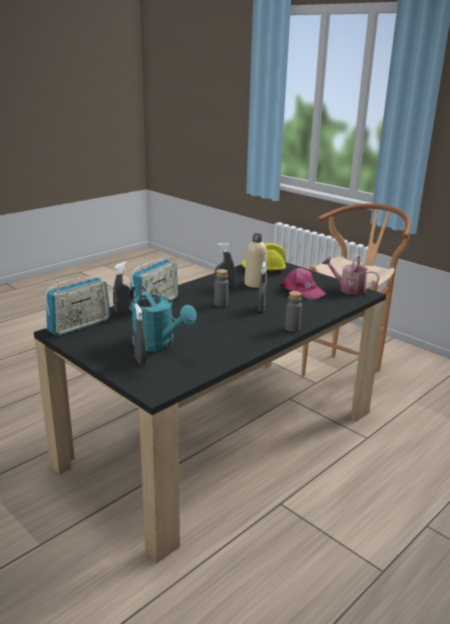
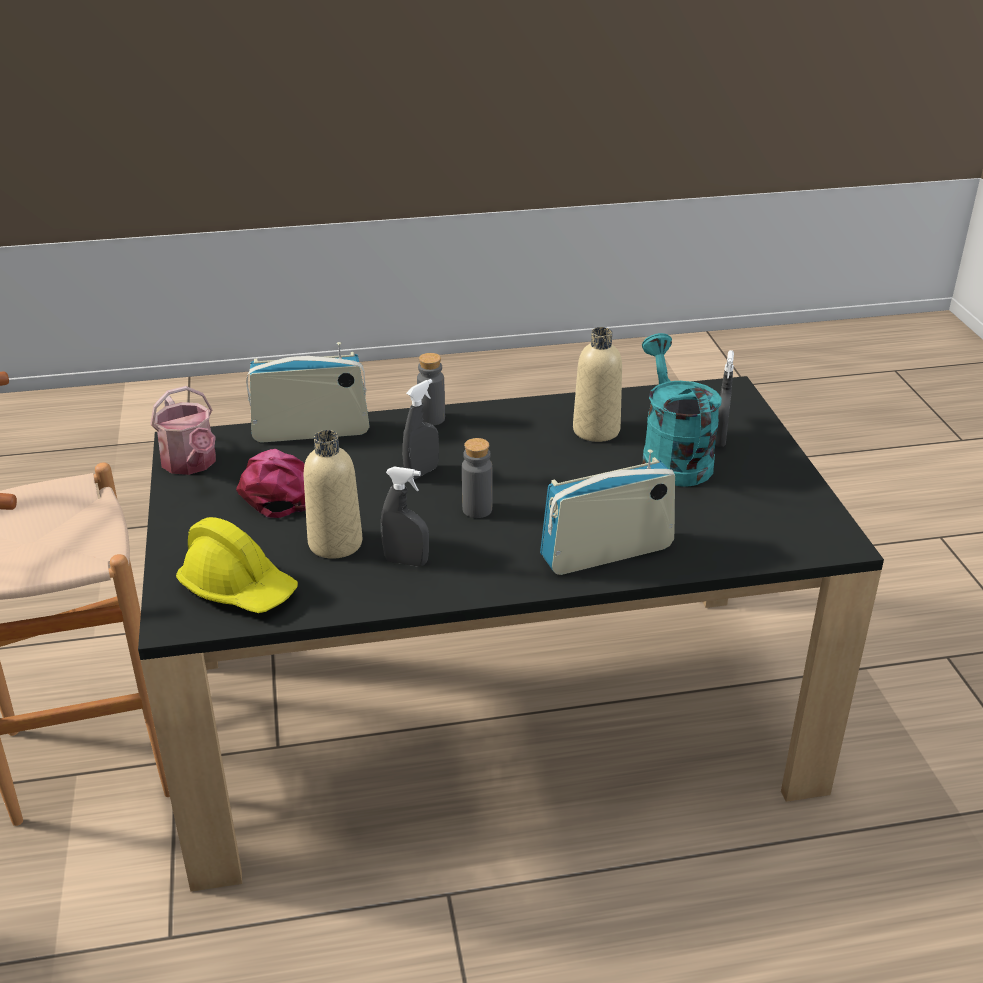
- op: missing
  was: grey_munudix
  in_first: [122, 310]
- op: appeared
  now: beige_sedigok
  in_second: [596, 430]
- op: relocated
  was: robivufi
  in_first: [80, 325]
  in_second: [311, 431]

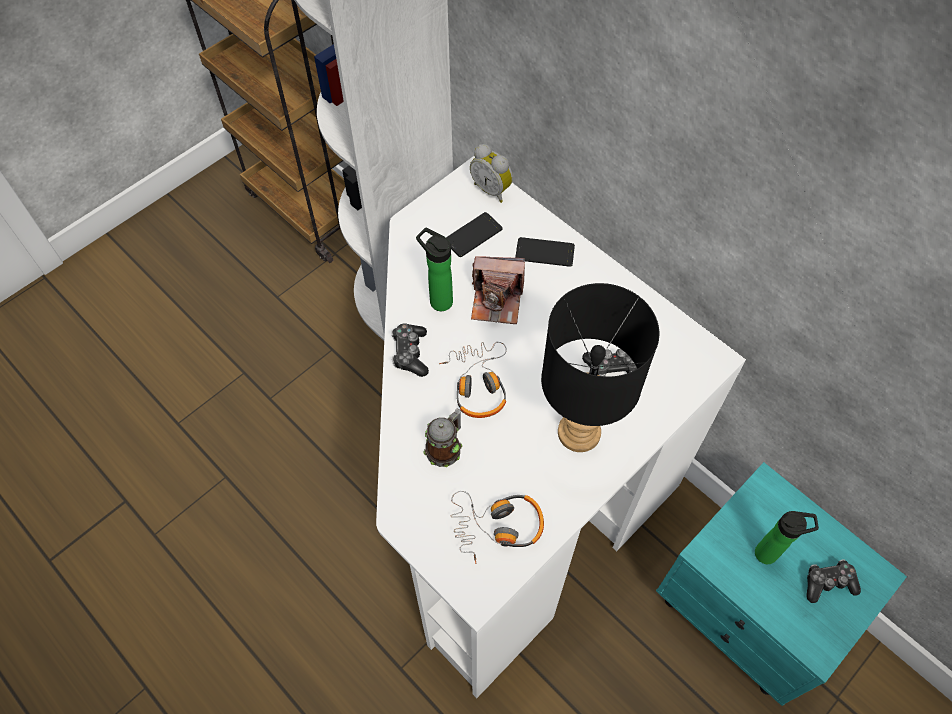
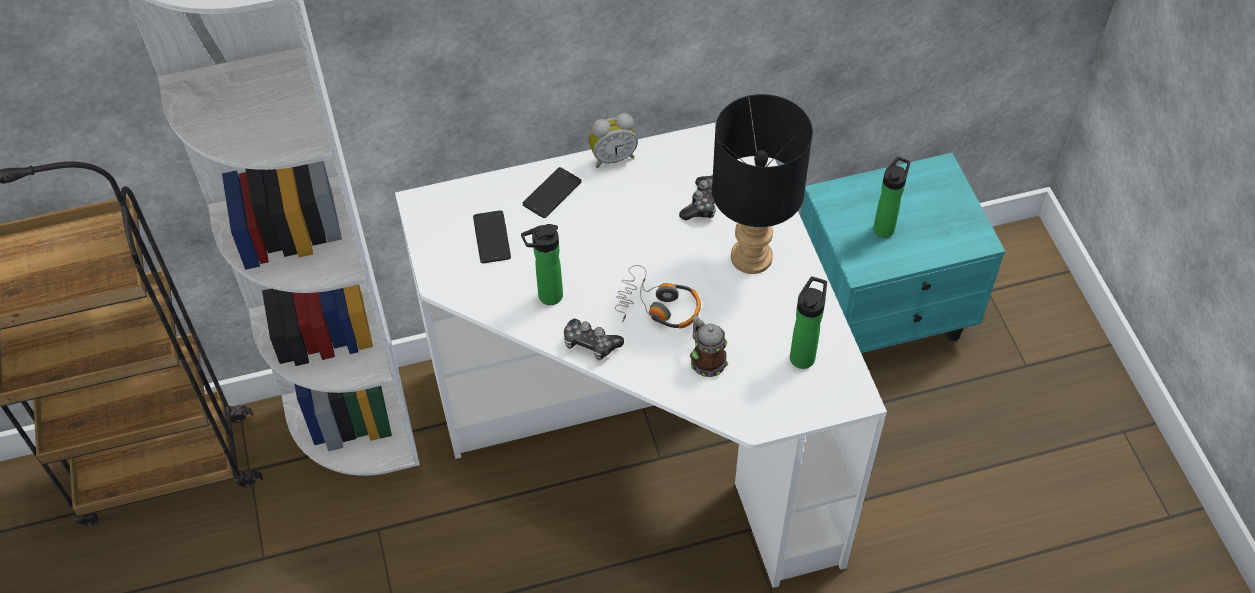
- op: missing
  was: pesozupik
  in_first: [497, 300]
- op: missing
  was: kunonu
  in_first: [828, 583]
- op: relocated
  was: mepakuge
  in_first: [492, 189]
  in_second: [612, 157]
- op: exchanged
  was: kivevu
  now: sedigok
  in_first: [497, 526]
  in_second: [803, 355]

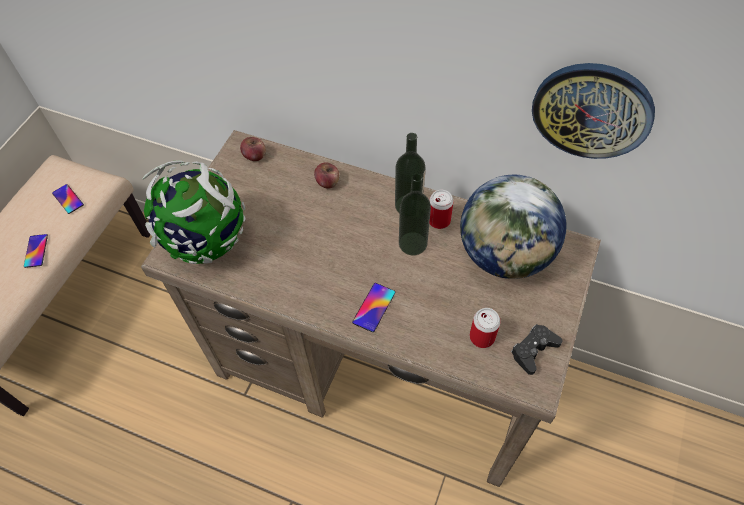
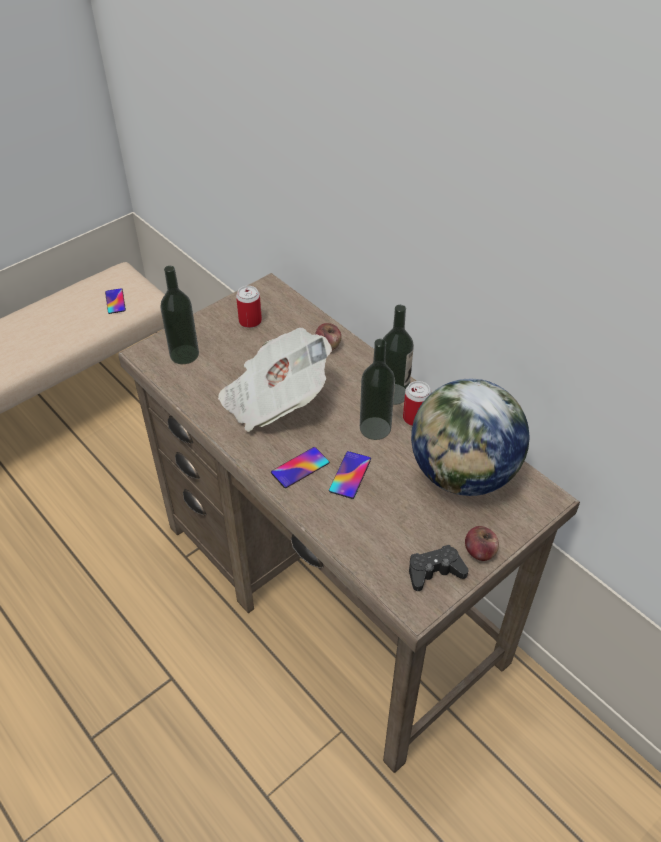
- op: missing
  was: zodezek
  in_first: [592, 110]
- op: appeared
  now: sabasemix
  in_second: [274, 399]
- op: relocated
  was: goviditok
  in_first: [36, 251]
  in_second: [350, 475]
- op: relocated
  was: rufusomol
  in_first: [255, 156]
  in_second: [480, 551]
- op: relocated
  was: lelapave
  in_first: [482, 337]
  in_second: [250, 321]
- op: exchanged
  was: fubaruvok
  now: sedigok
  in_first: [205, 242]
  in_second: [184, 354]

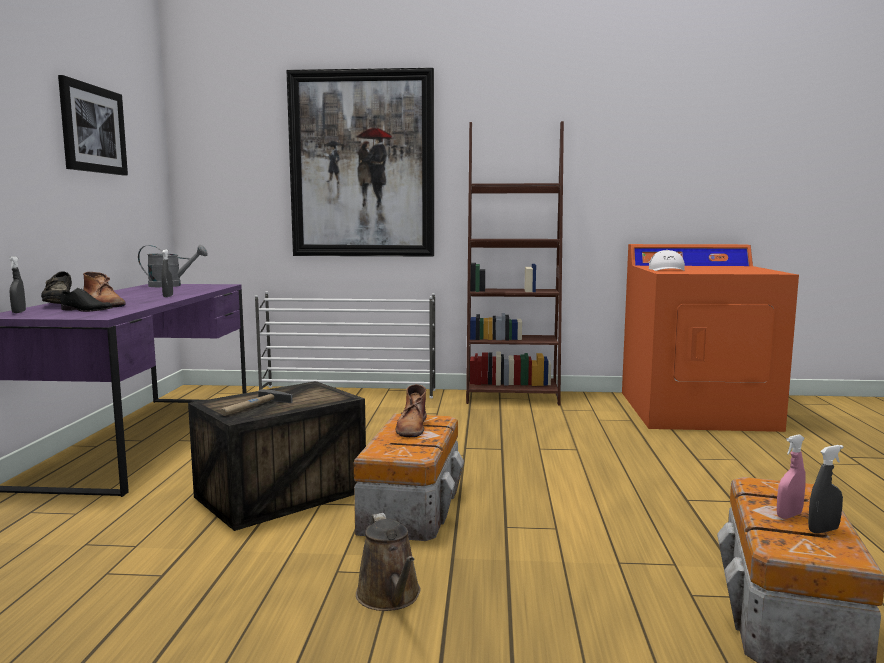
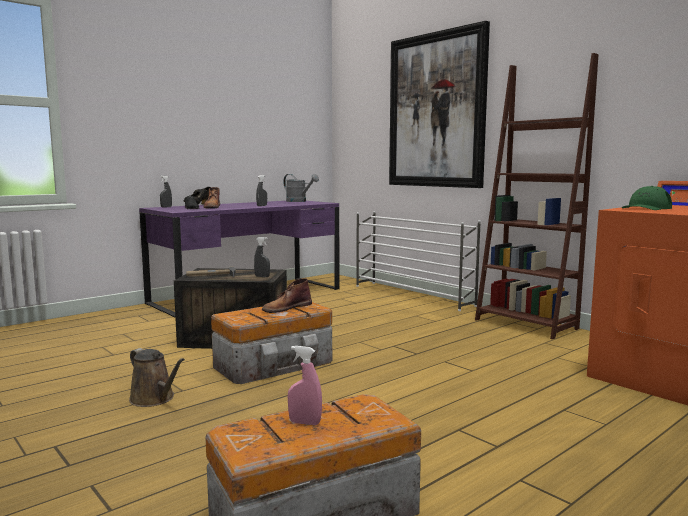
- op: missing
  was: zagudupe
  in_first: [93, 129]
- op: relocated
  was: grey_munudix
  in_first: [823, 530]
  in_second: [262, 276]
- op: colour
  was: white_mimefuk
  now: green_mimefuk
  in_first: [667, 270]
  in_second: [646, 208]
- op: spun
  was: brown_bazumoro
  in_first: [390, 597]
  in_second: [154, 399]
  clockwise: -75

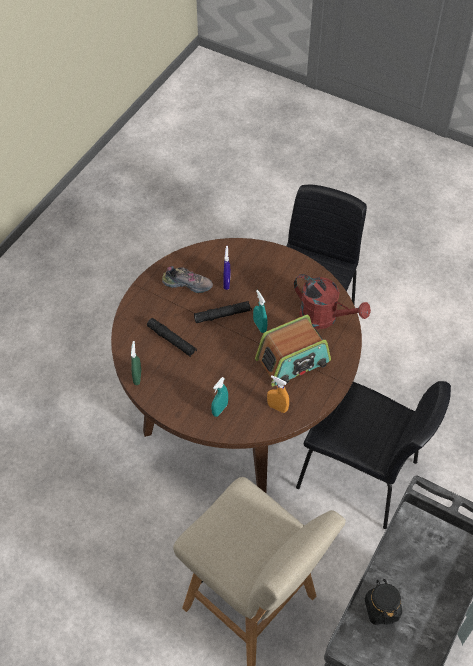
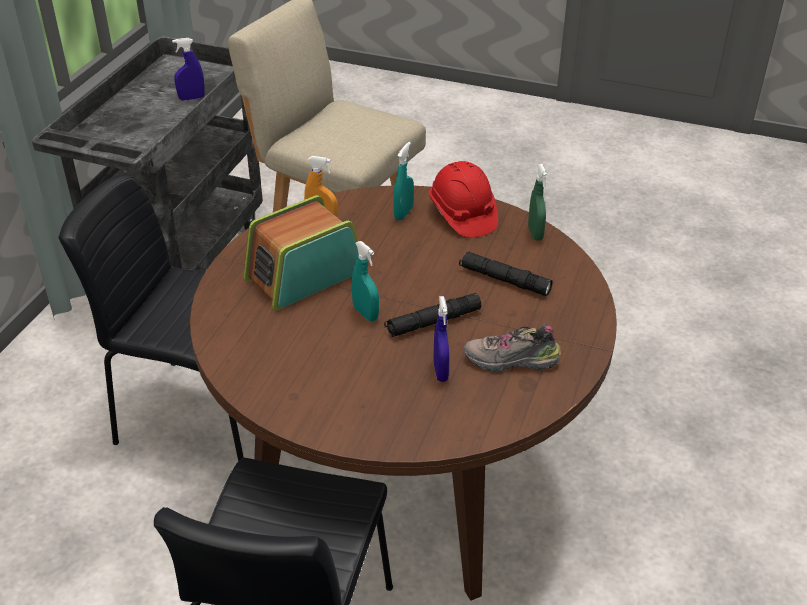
- op: missing
  was: red_bazumoro
  in_first: [325, 318]
- op: appeared
  now: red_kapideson
  in_second: [462, 215]
- op: exchanged
  was: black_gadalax
  now: blue_munudix
  in_first: [381, 608]
  in_second: [191, 98]

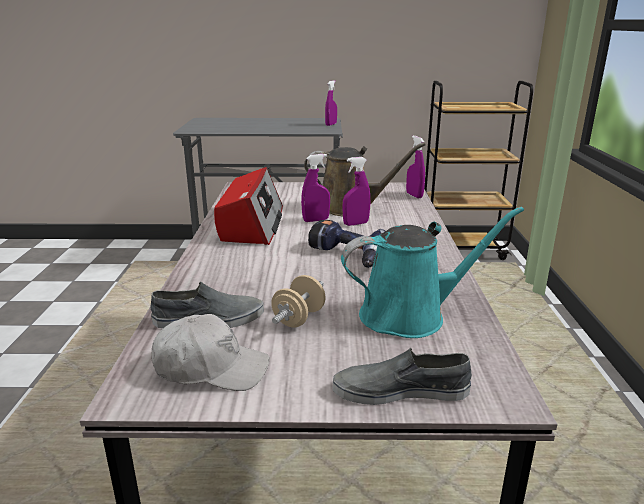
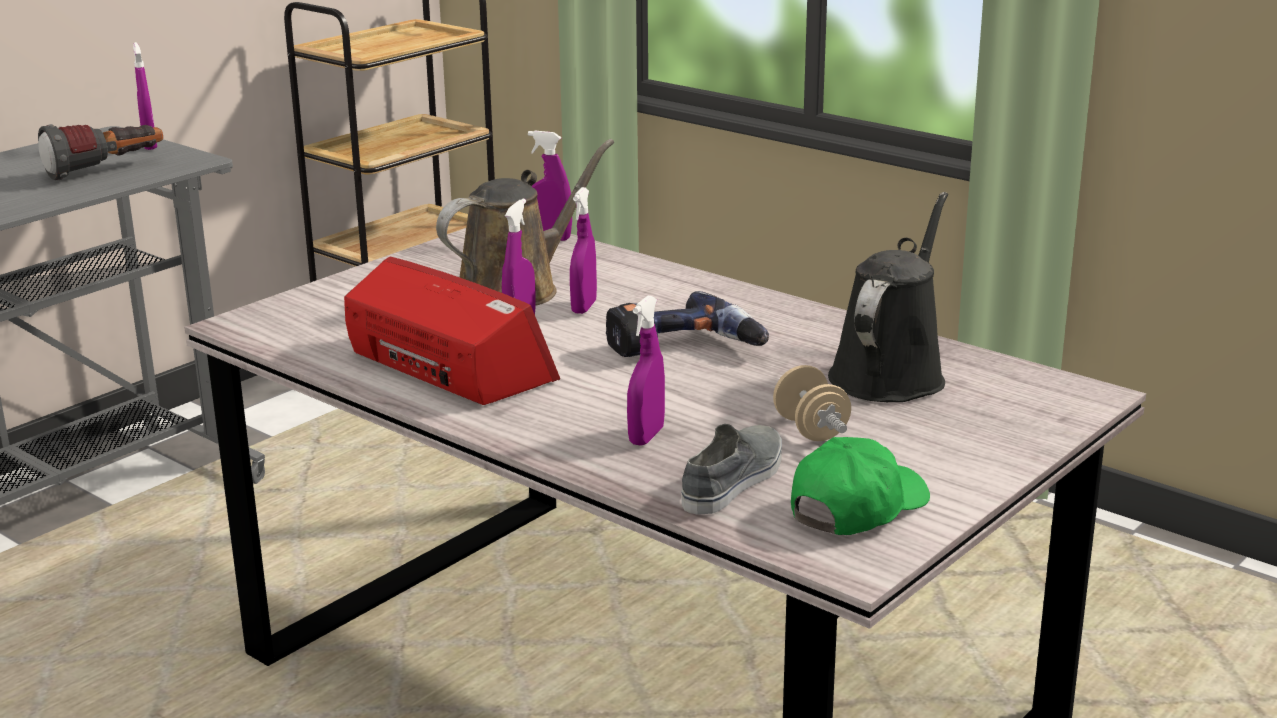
- op: missing
  was: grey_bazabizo
  in_first: [400, 390]
- op: appeared
  now: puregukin
  in_second: [106, 170]
- op: appeared
  now: purple_munudix
  in_second: [646, 436]
- op: colour
  was: white_mimefuk
  now: green_mimefuk
  in_first: [211, 368]
  in_second: [857, 507]
- op: colour
  was: turquoise_bazumoro
  now: black_bazumoro
  in_first: [410, 315]
  in_second: [890, 374]

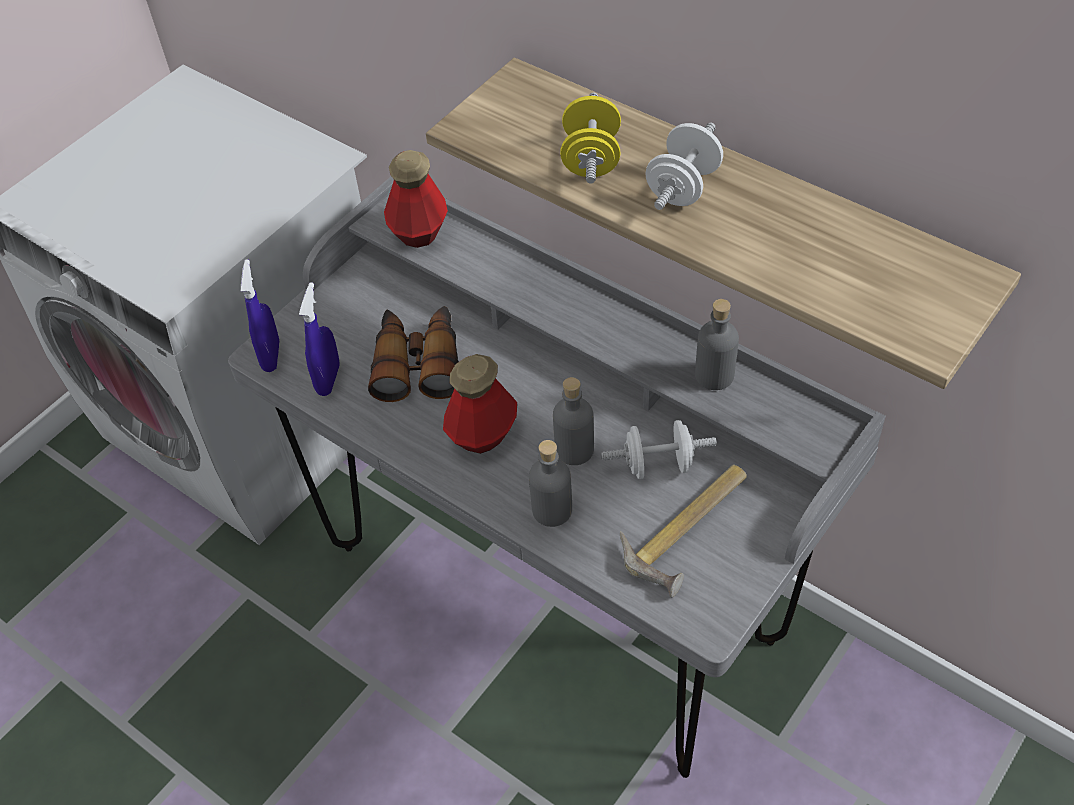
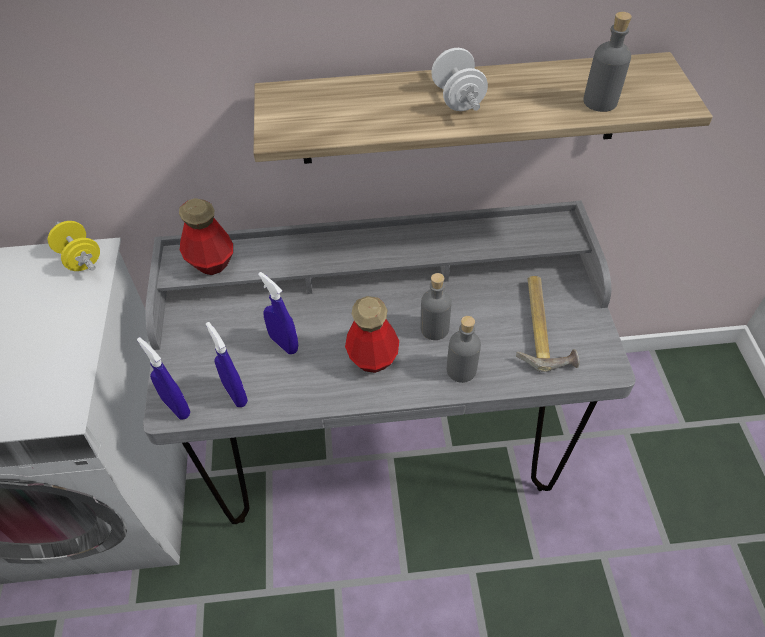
- op: missing
  was: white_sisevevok
  in_first: [658, 465]
- op: relocated
  was: yellow_sisevevok
  in_first: [591, 159]
  in_second: [80, 259]
- op: relocated
  was: grey_sedigok
  in_first: [714, 375]
  in_second: [600, 102]
- op: exchanged
  was: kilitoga
  now: blue_munudix
  in_first: [418, 362]
  in_second: [284, 343]

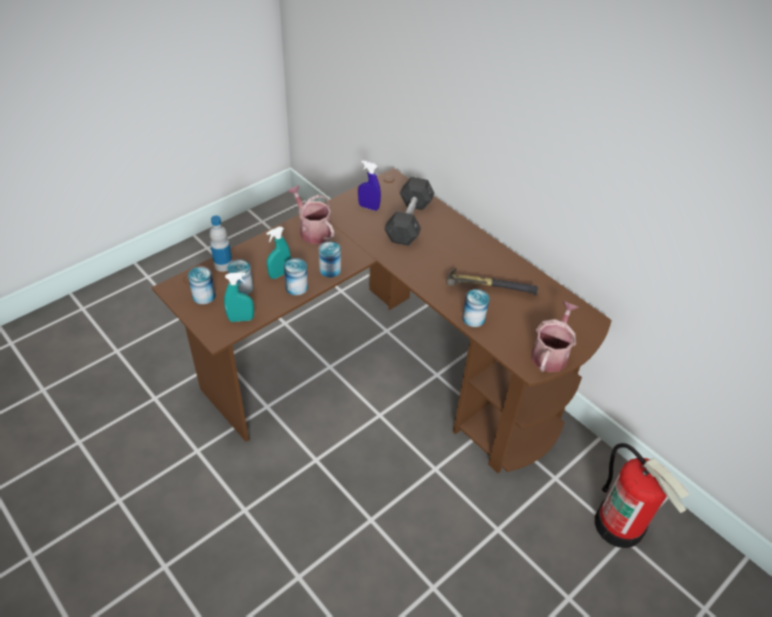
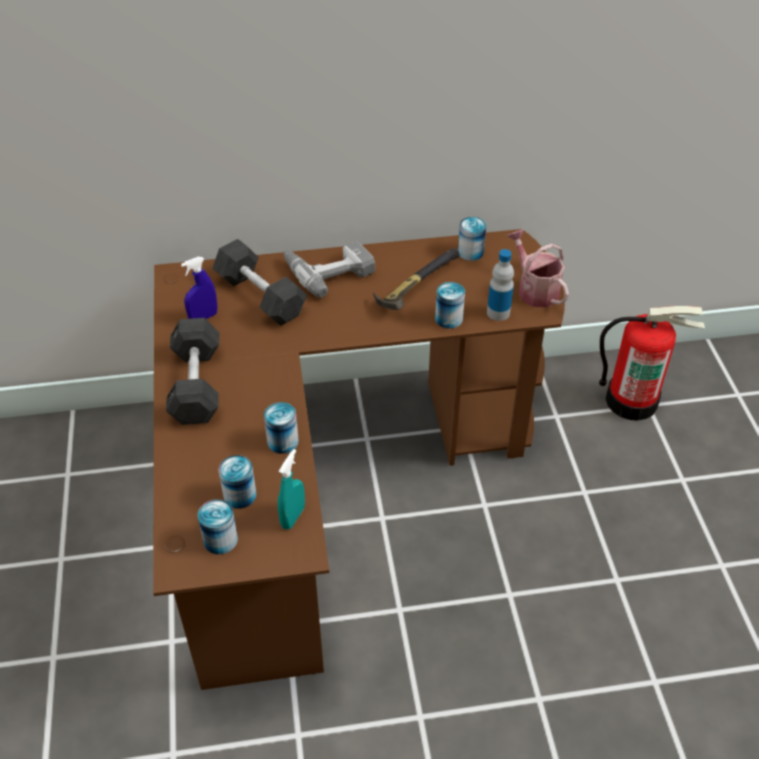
- op: missing
  was: turquoise_munudix
  in_first: [279, 274]
- op: appeared
  now: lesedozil
  in_second: [328, 269]
- op: relocated
  was: sedigok
  in_first: [223, 265]
  in_second: [498, 312]
- op: relocated
  was: lelapave
  in_first: [330, 270]
  in_second: [470, 252]
- op: exchanged
  was: bazumoro
  now: grey_sisevevok
  in_first: [312, 230]
  in_second: [196, 385]

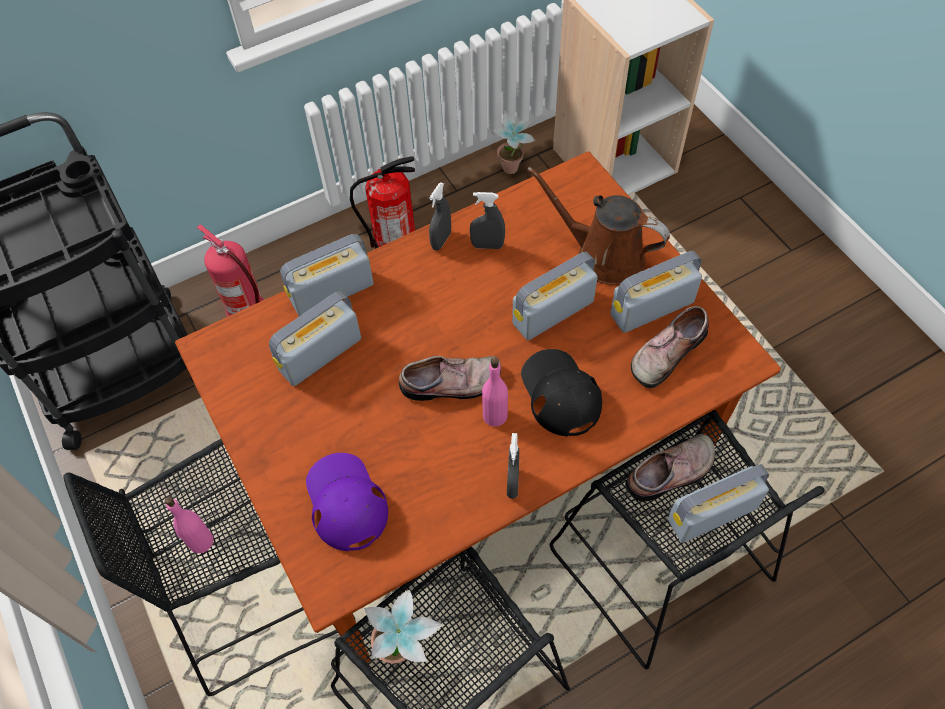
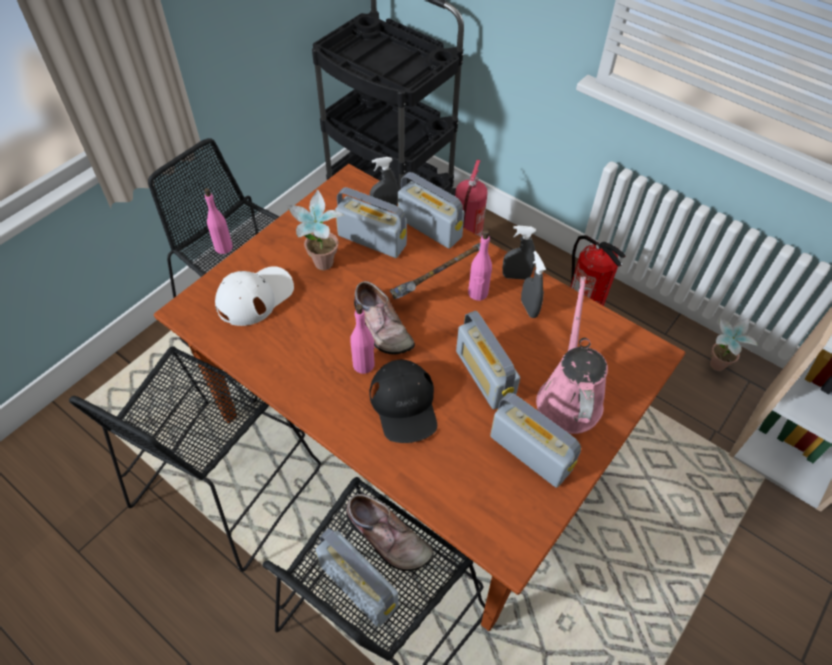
- op: missing
  was: bazabizo
  in_first: [665, 352]
- op: appeared
  now: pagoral
  in_second: [435, 286]
- op: appeared
  now: pink_sedigok
  in_second: [478, 293]
- op: relocated
  was: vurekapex
  in_first: [406, 654]
  in_second: [322, 268]
- op: relocated
  was: grey_munudix
  in_first: [512, 483]
  in_second: [384, 209]
- op: colour
  was: purple_mimefuk
  now: white_mimefuk
  in_first: [345, 502]
  in_second: [255, 296]
- op: colour
  was: brown_bazumoro
  now: pink_bazumoro
  in_first: [603, 255]
  in_second: [569, 397]
- op: spun
  was: robivufi
  in_first: [553, 312]
  in_second: [484, 375]
  clockwise: -150
- op: spun
  was: black_mimefuk
  in_first: [560, 393]
  in_second: [404, 405]
  clockwise: 120

